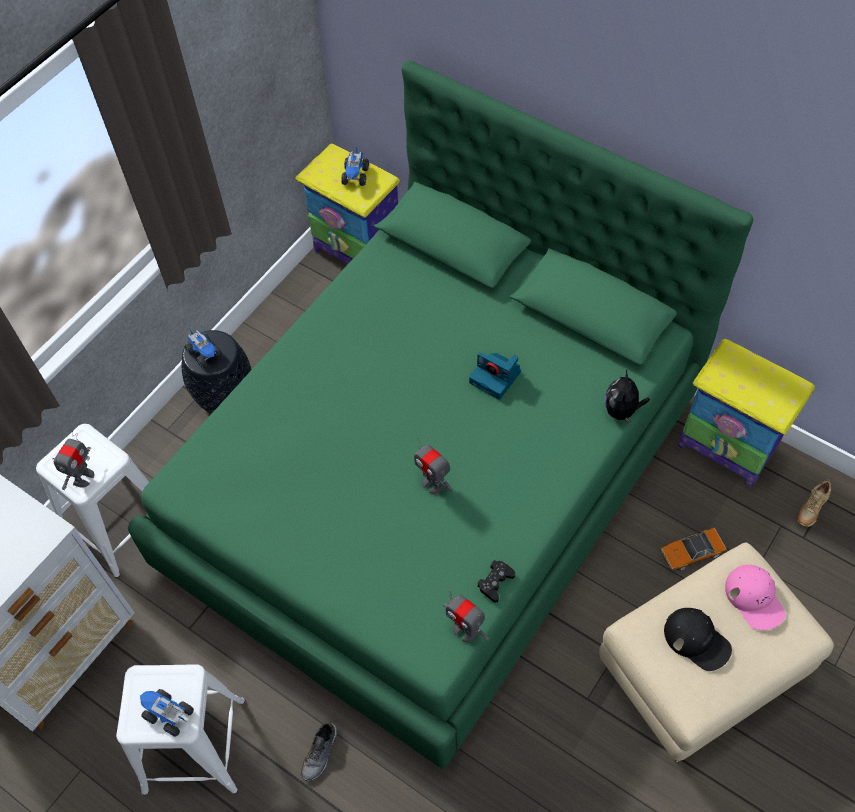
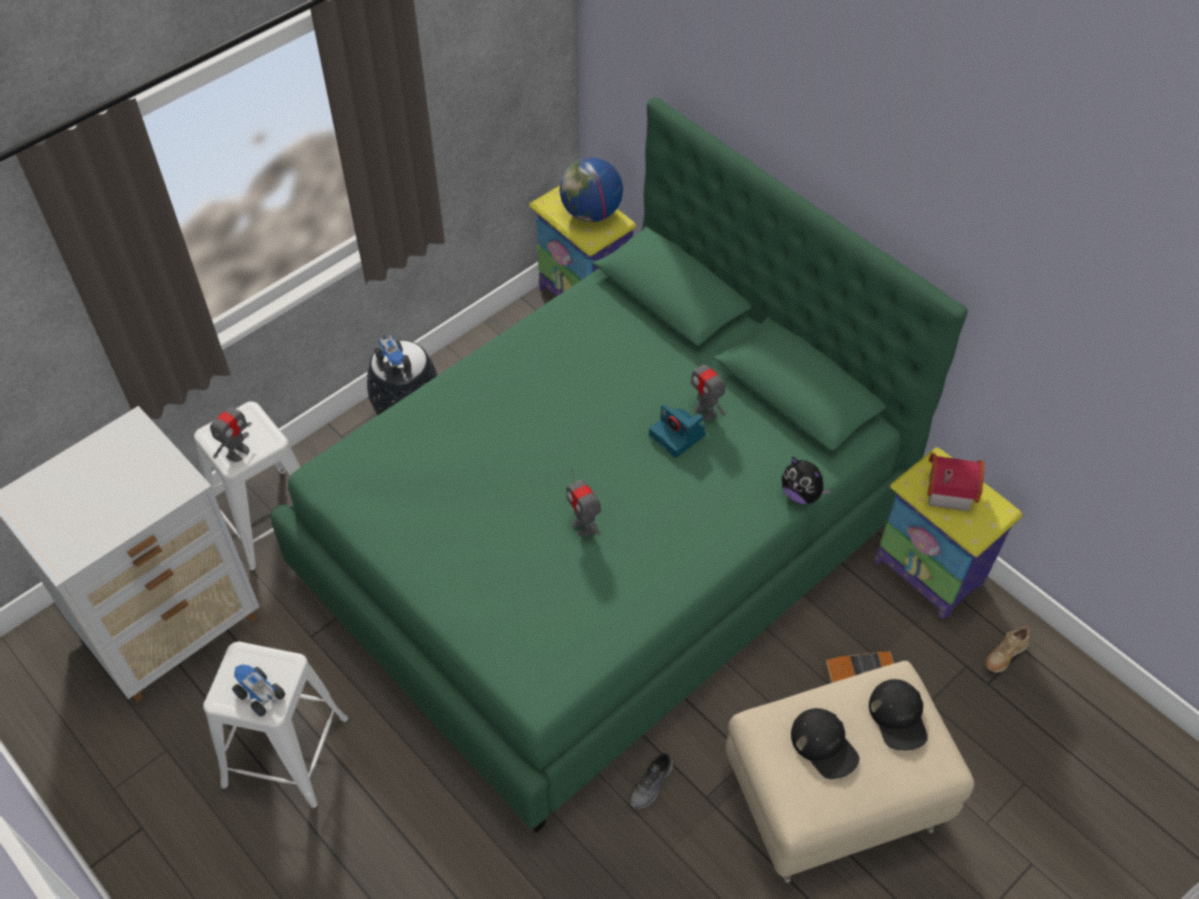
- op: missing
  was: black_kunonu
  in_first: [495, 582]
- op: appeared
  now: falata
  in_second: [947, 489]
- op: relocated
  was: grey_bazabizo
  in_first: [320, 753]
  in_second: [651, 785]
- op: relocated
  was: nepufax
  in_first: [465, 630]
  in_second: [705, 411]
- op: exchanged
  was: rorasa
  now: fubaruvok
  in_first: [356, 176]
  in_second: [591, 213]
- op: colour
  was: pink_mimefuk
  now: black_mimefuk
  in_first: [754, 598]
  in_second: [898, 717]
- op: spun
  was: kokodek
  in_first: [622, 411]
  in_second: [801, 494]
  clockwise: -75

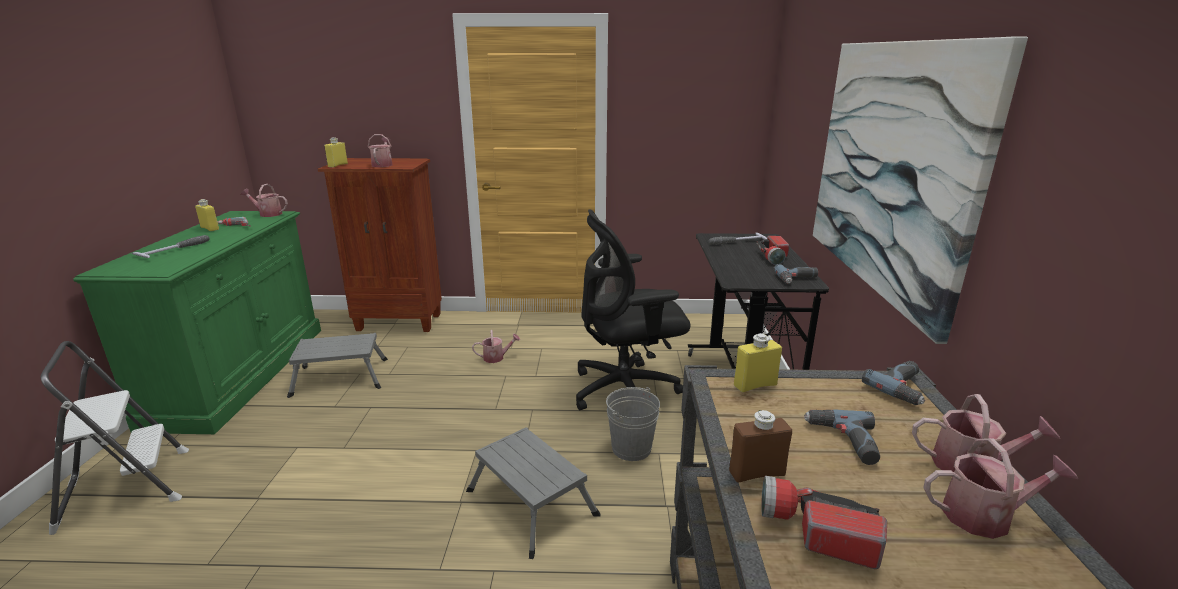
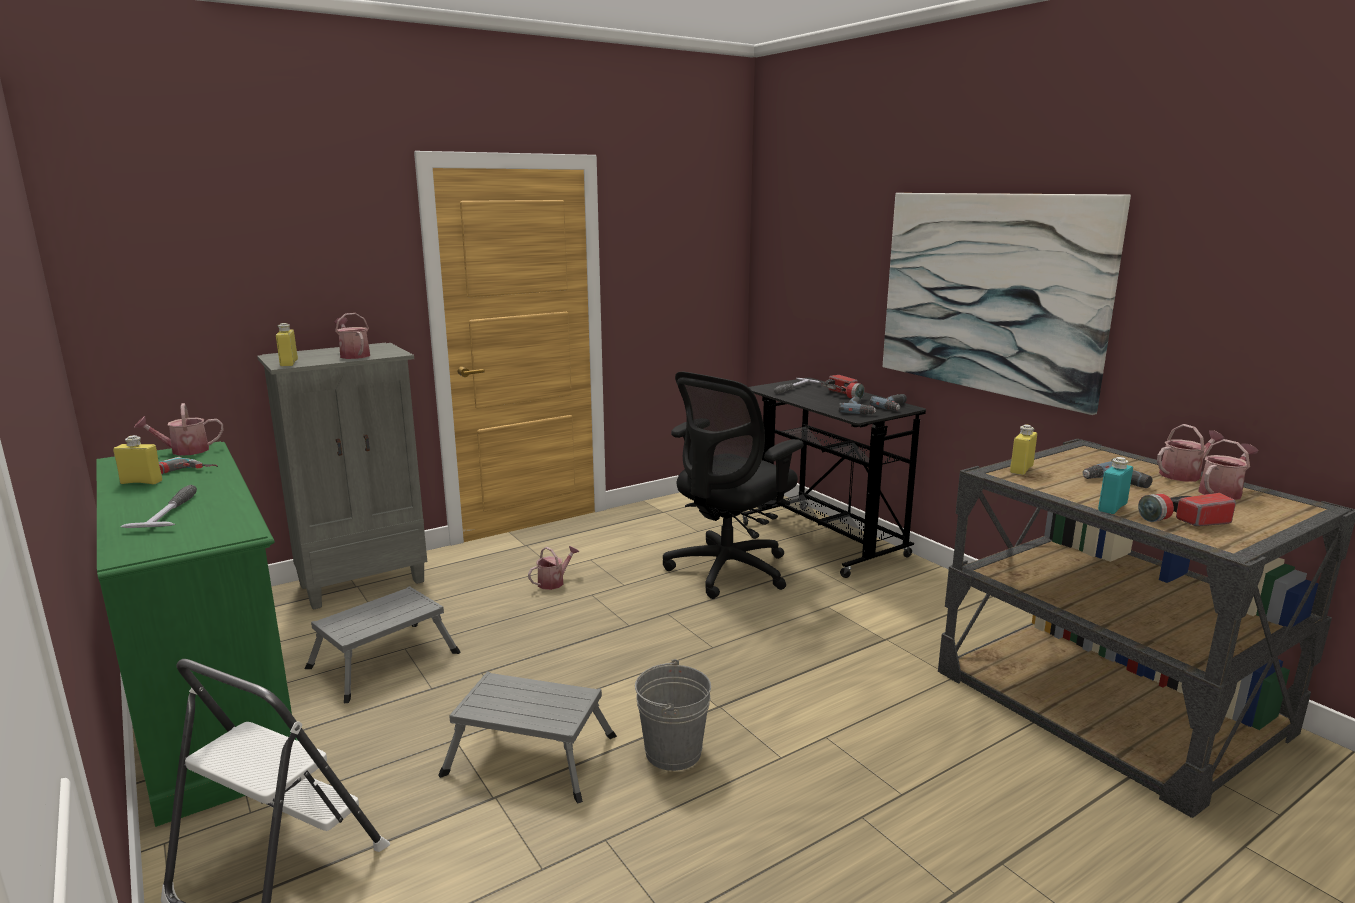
- op: relocated
  was: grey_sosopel
  in_first: [532, 503]
  in_second: [531, 755]
- op: relocated
  was: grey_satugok
  in_first: [631, 448]
  in_second: [673, 752]
- op: relocated
  was: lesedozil
  in_first: [904, 388]
  in_second: [859, 410]
- op: colour
  was: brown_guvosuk
  now: grey_guvosuk
  in_first: [399, 323]
  in_second: [363, 584]
- op: colour
  was: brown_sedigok
  now: turquoise_sedigok
  in_first: [757, 473]
  in_second: [1112, 507]

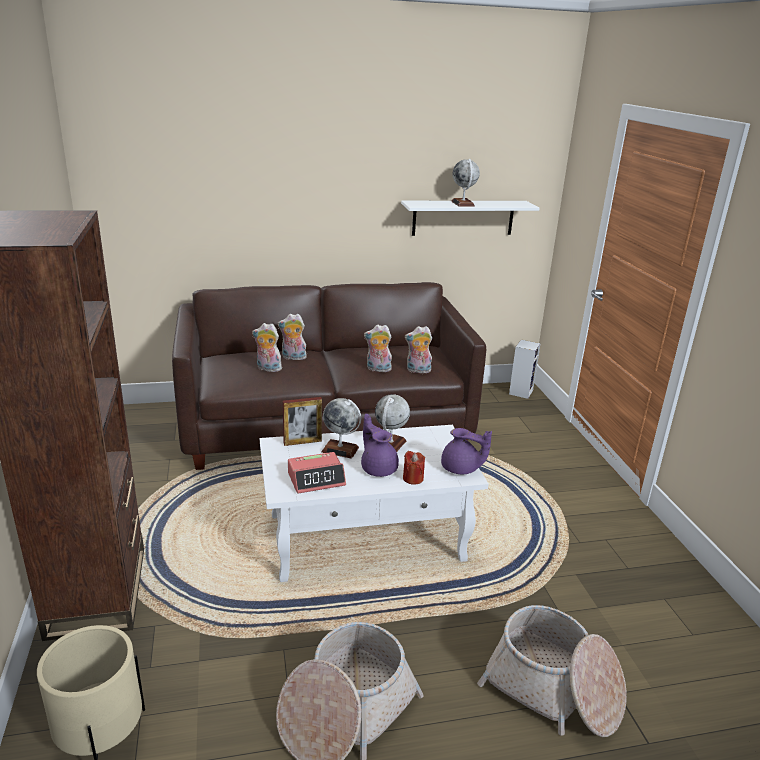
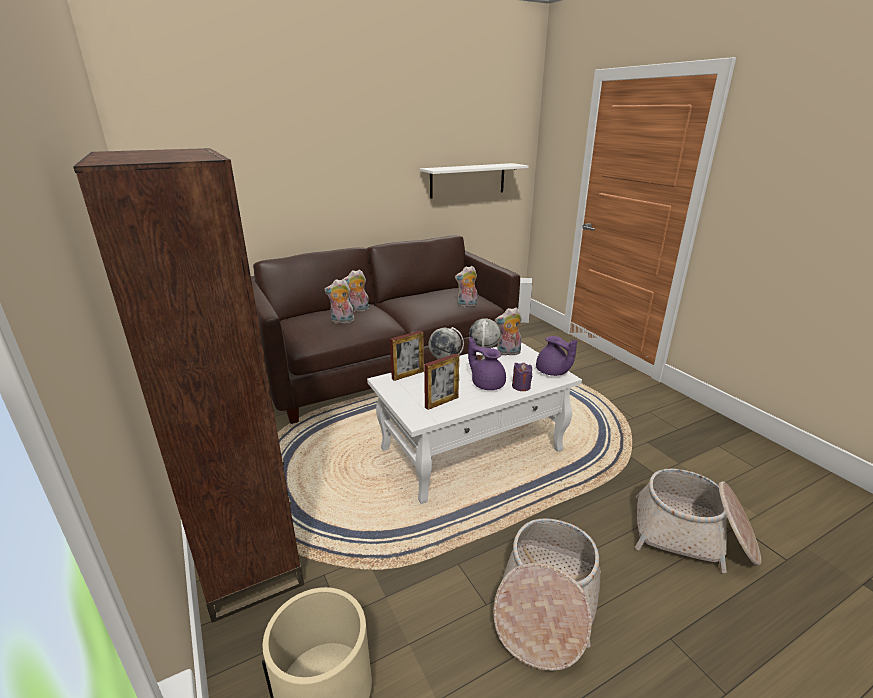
- op: missing
  was: fubaruvok
  in_first: [463, 203]
- op: relocated
  was: kokodek
  in_first: [378, 369]
  in_second: [508, 353]
- op: exchanged
  was: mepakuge
  now: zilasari
  in_first: [316, 479]
  in_second: [441, 402]
- op: colour
  was: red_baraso
  now: purple_baraso
  in_first: [413, 478]
  in_second: [521, 386]
- op: spun
  was: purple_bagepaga
  in_first: [461, 469]
  in_second: [552, 372]
  clockwise: 45

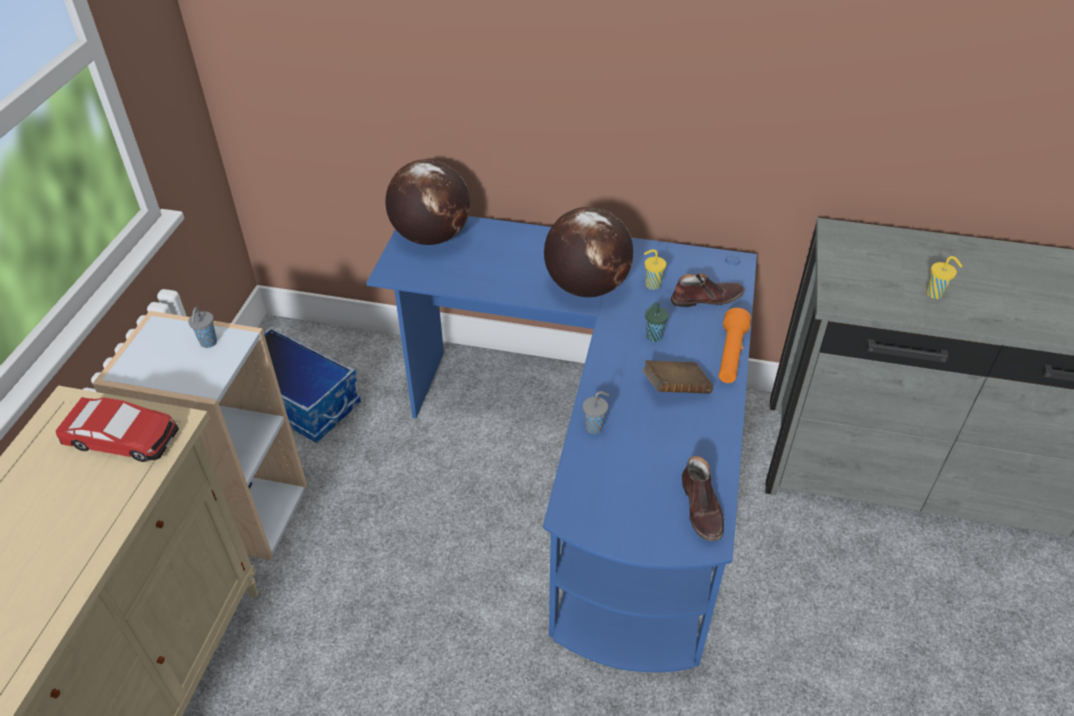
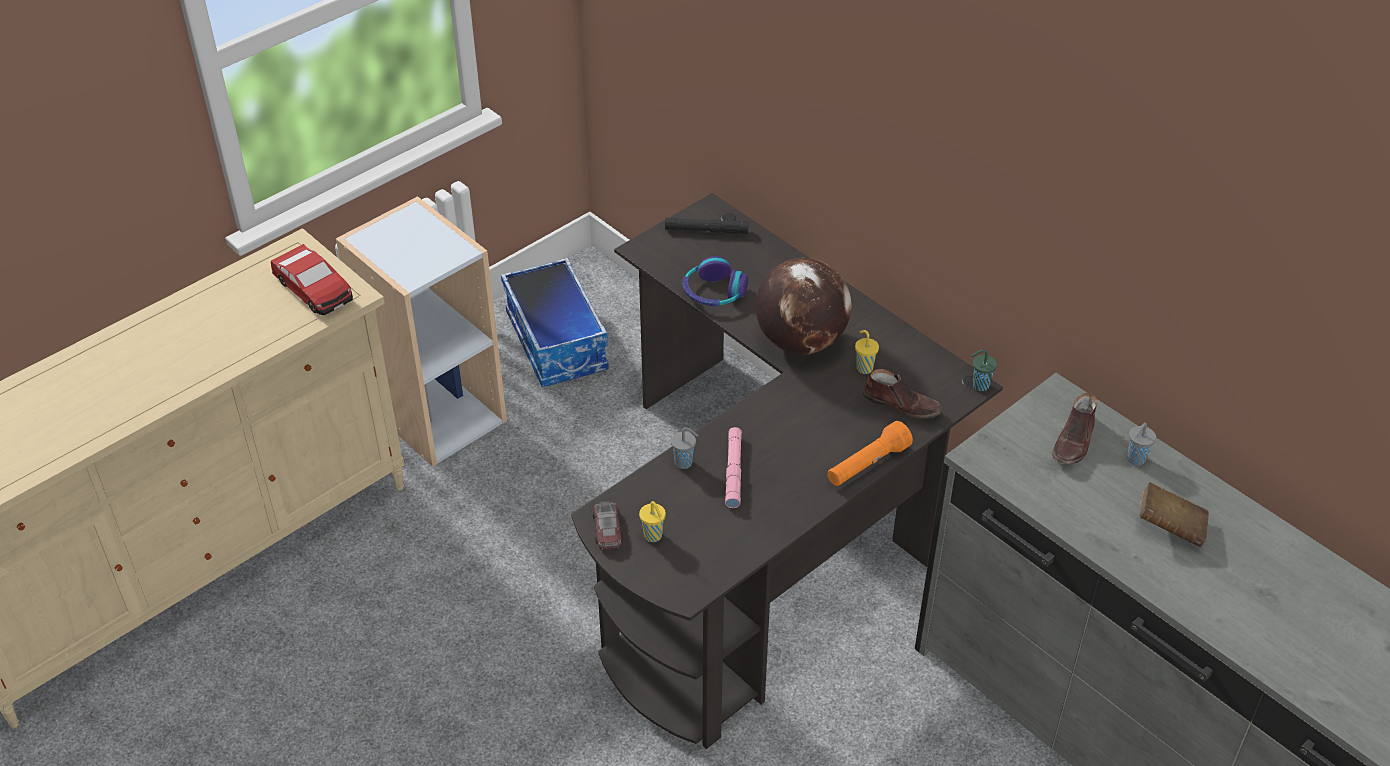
- op: appeared
  now: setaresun
  in_second: [607, 529]
- op: appeared
  now: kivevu
  in_second: [713, 292]
- op: appeared
  now: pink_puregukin
  in_second: [733, 471]
- op: relocated
  was: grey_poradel
  in_first: [208, 343]
  in_second: [1135, 460]
- op: relocated
  was: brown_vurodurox
  in_first: [675, 389]
  in_second: [1170, 527]
- op: relocated
  was: green_poradel
  in_first: [653, 337]
  in_second: [979, 385]
- op: relocated
  was: brown_bazabizo
  in_first: [702, 508]
  in_second: [1074, 441]
- op: relocated
  was: yellow_poradel
  in_first: [935, 294]
  in_second: [653, 536]
- op: exchanged
  was: fubaruvok
  now: black_puregukin
  in_first: [430, 236]
  in_second: [706, 230]
- op: colour
  was: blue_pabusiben
  now: black_pabusiben
  in_first: [592, 467]
  in_second: [768, 536]

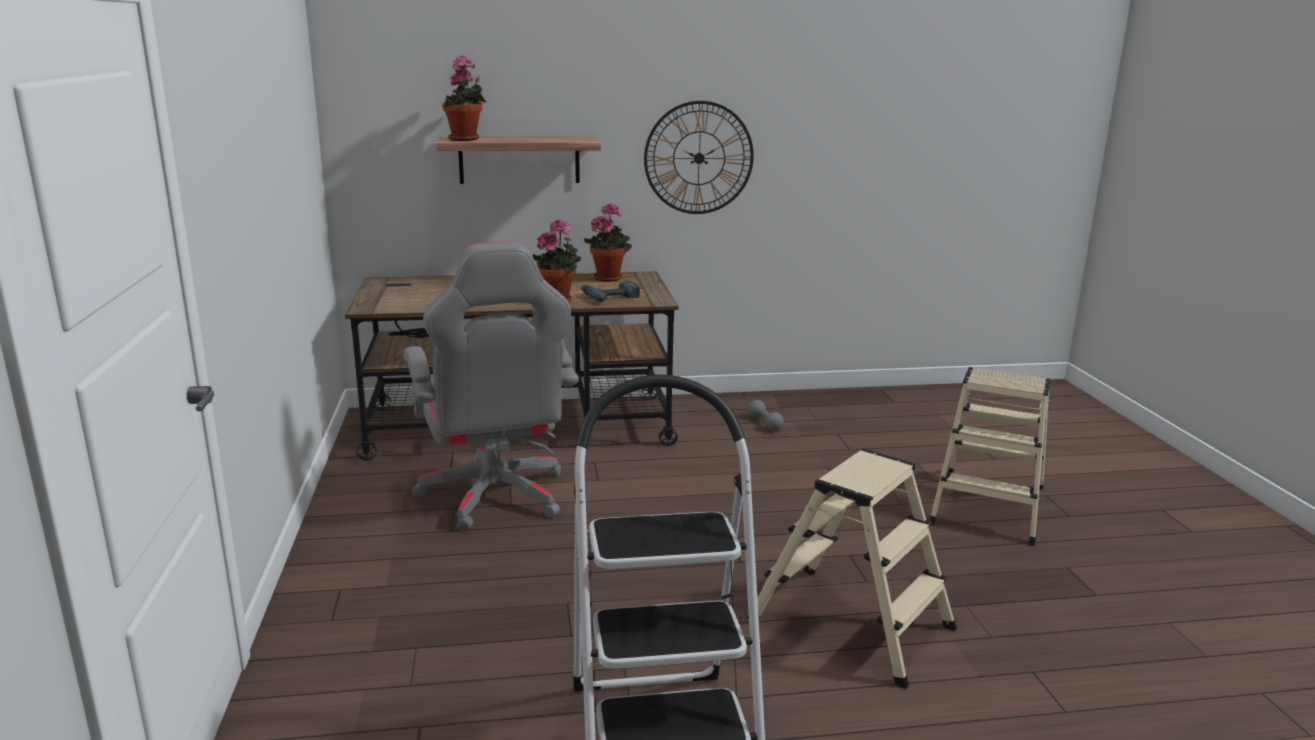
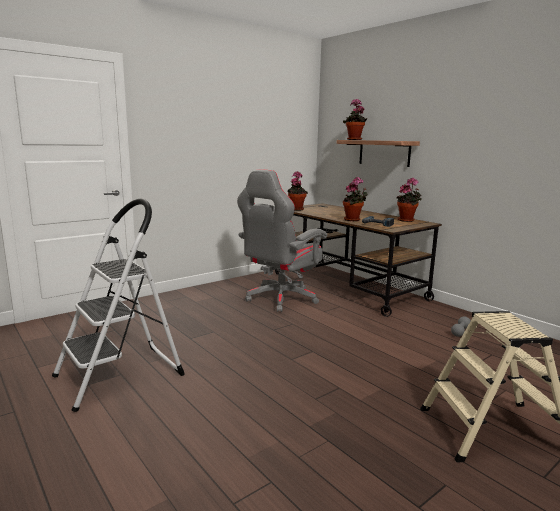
- op: missing
  was: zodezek
  in_first: [699, 158]
- op: missing
  was: beige_sosopel
  in_first: [851, 623]
- op: appeared
  now: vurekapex
  in_second: [296, 209]

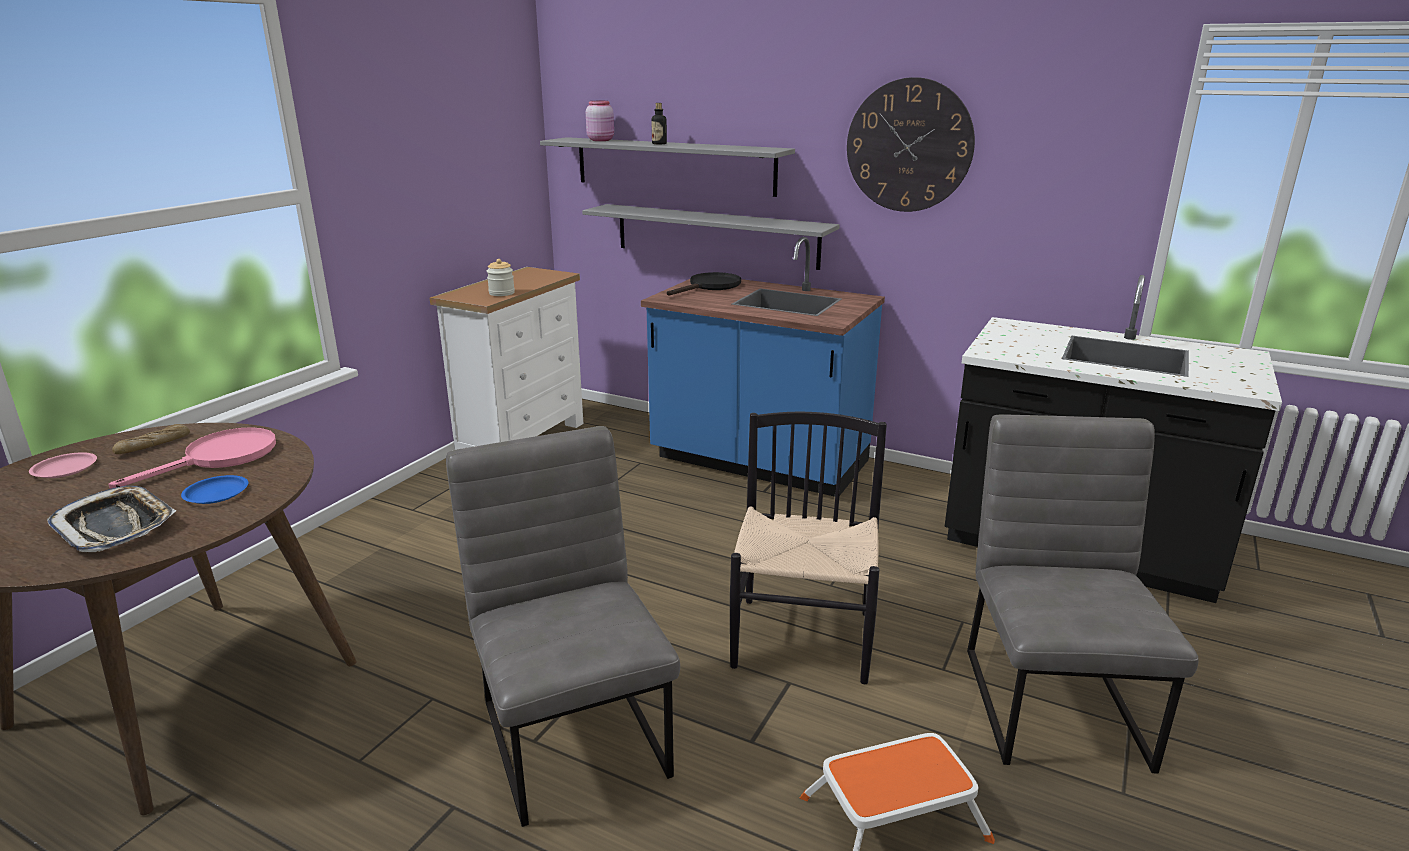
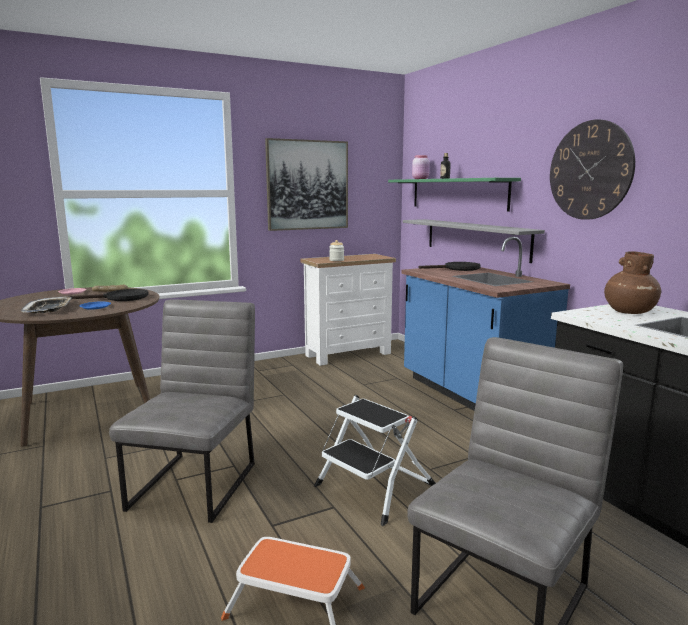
- op: appeared
  now: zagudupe
  in_second: [307, 185]
- op: appeared
  now: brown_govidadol
  in_second: [628, 312]
- op: exchanged
  was: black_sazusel
  now: sosopel
  in_first: [803, 635]
  in_second: [375, 488]
- op: colour
  was: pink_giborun
  now: black_giborun
  in_first: [220, 458]
  in_second: [120, 298]
- op: colour
  was: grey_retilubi
  now: green_retilubi
  in_first: [673, 166]
  in_second: [457, 193]

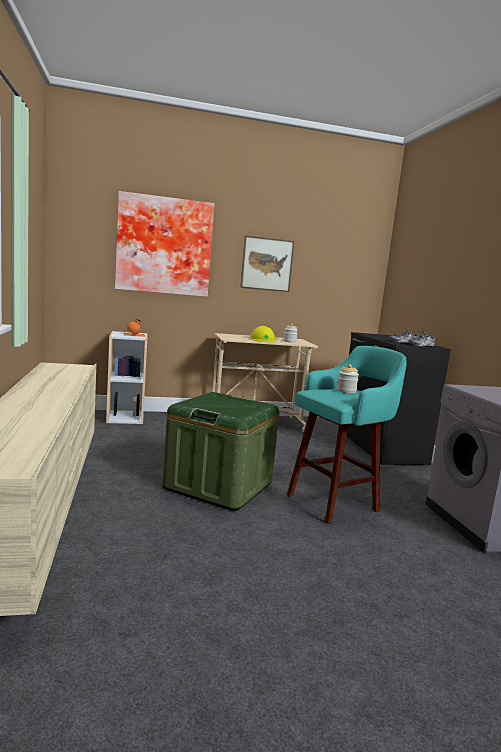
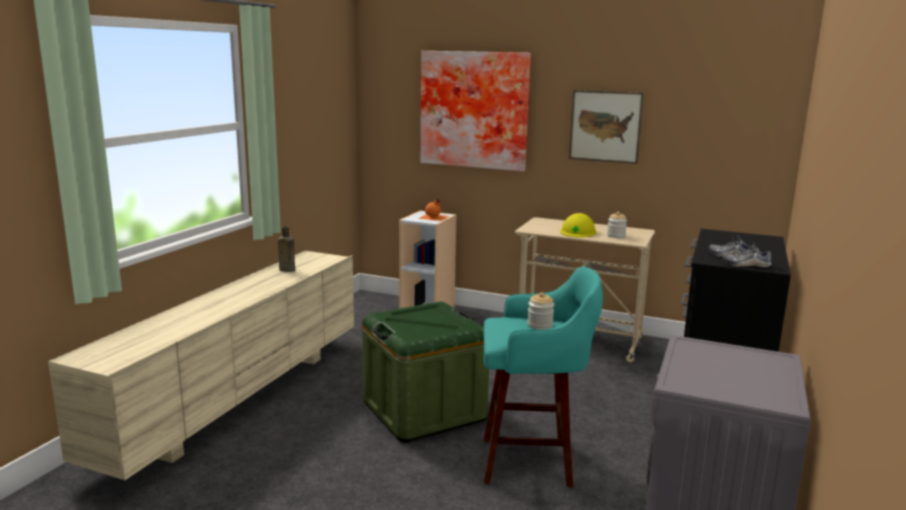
- op: appeared
  now: brown_sedigok
  in_second: [286, 270]

